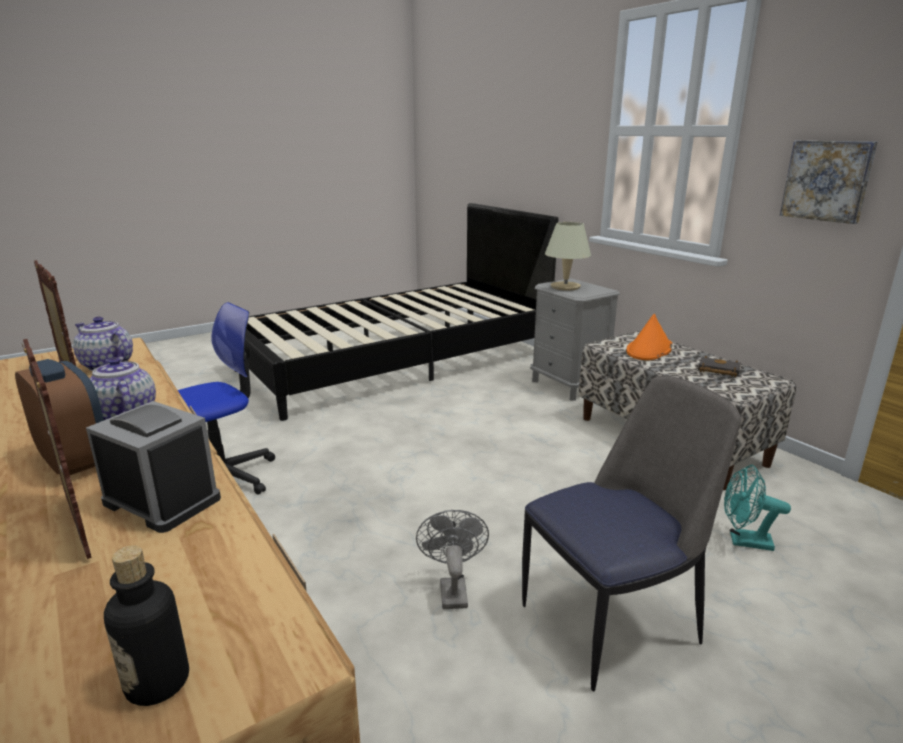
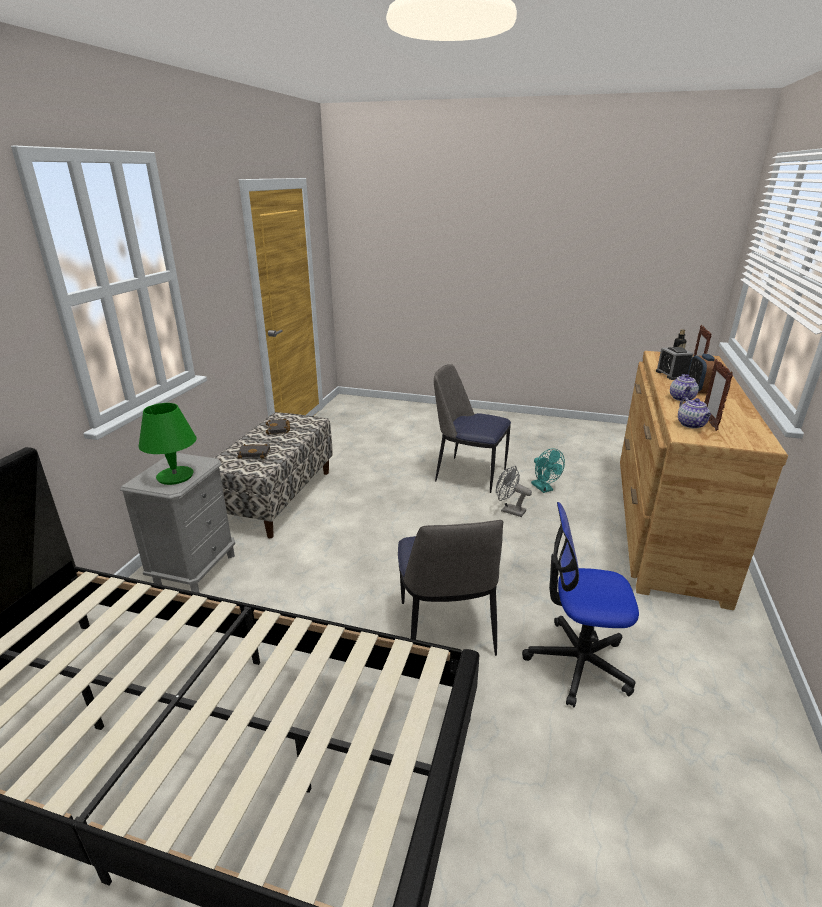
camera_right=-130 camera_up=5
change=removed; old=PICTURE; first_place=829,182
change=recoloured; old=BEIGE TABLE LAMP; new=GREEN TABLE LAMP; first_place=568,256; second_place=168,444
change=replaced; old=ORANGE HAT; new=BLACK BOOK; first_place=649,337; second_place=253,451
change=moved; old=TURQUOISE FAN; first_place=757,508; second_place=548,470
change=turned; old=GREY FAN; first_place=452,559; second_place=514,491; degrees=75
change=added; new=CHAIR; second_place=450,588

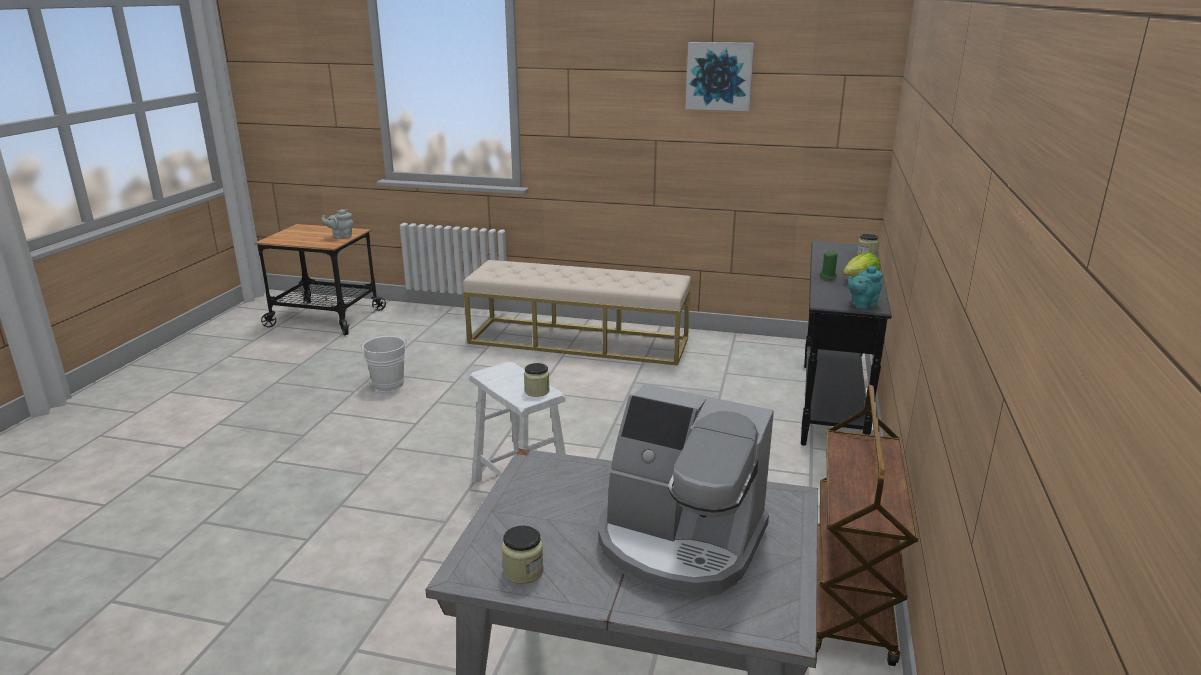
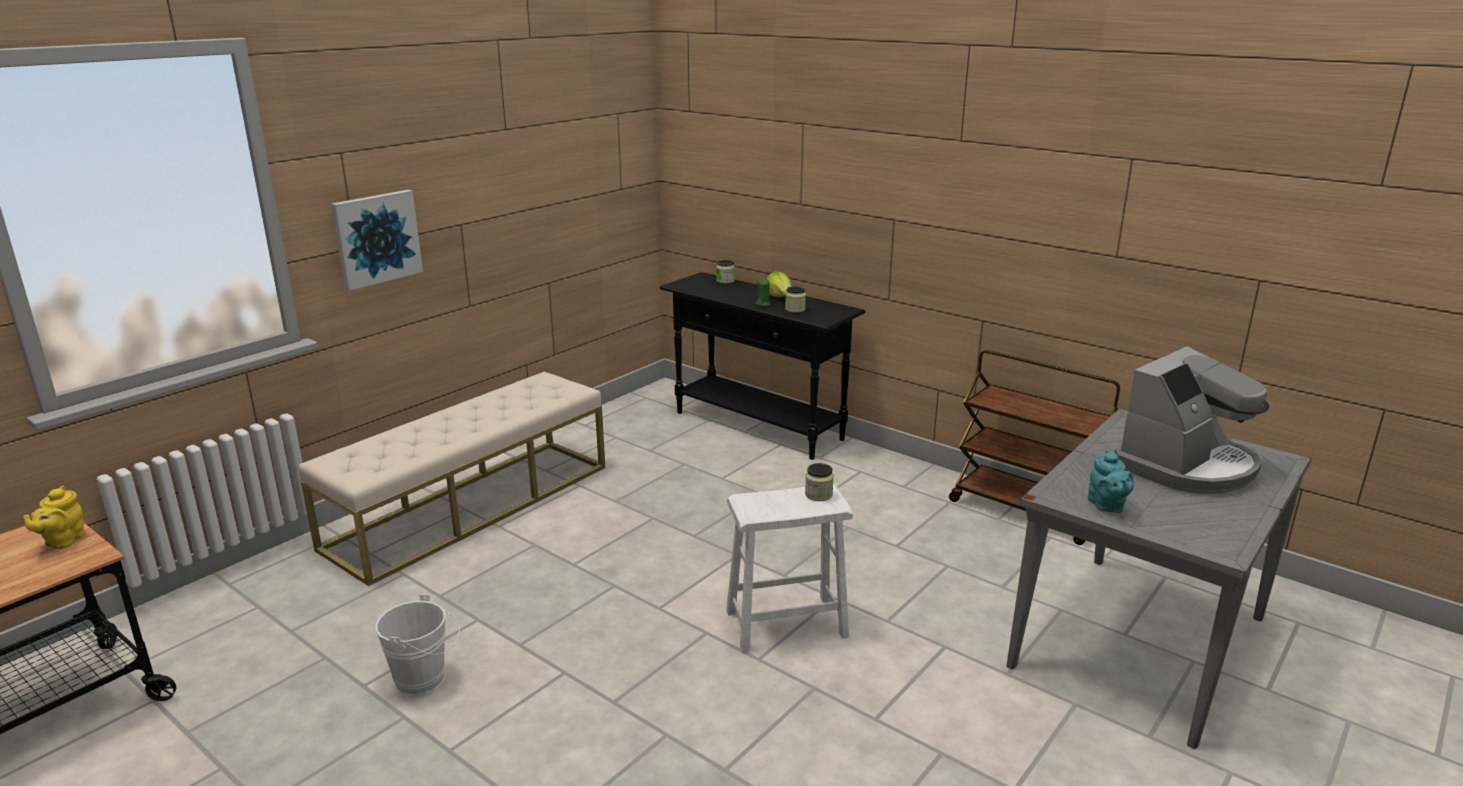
camera_right=-65 camera_up=0
change=moved; old=PICTURE; first_place=720,76; second_place=377,240
change=recoloured; old=GREY TEAPOT; new=YELLOW TEAPOT; first_place=337,224; second_place=54,517
change=moved; old=TURQUOISE TEAPOT; first_place=865,287; second_place=1111,481
change=moved; old=JAR; first_place=523,555; second_place=795,299

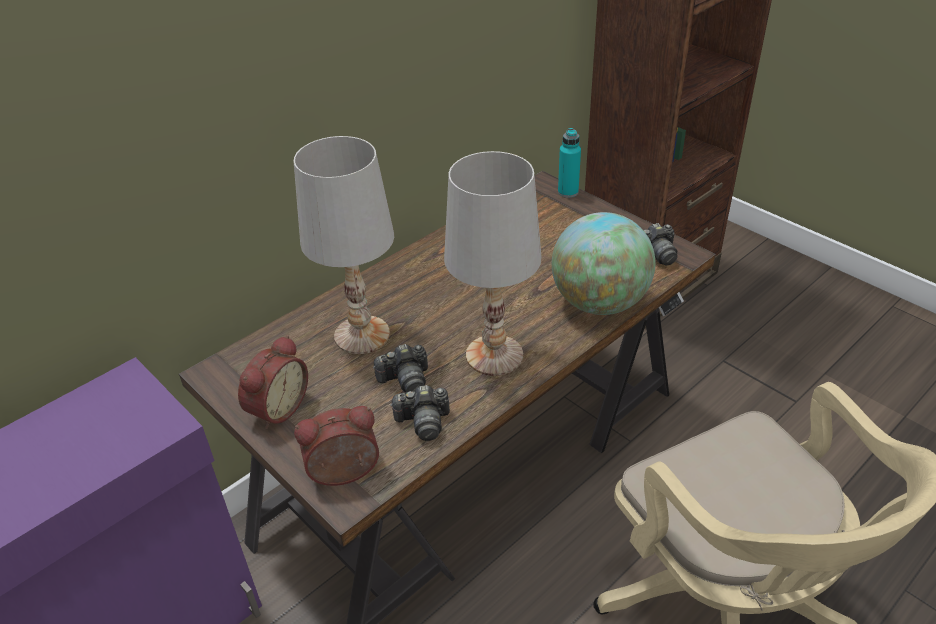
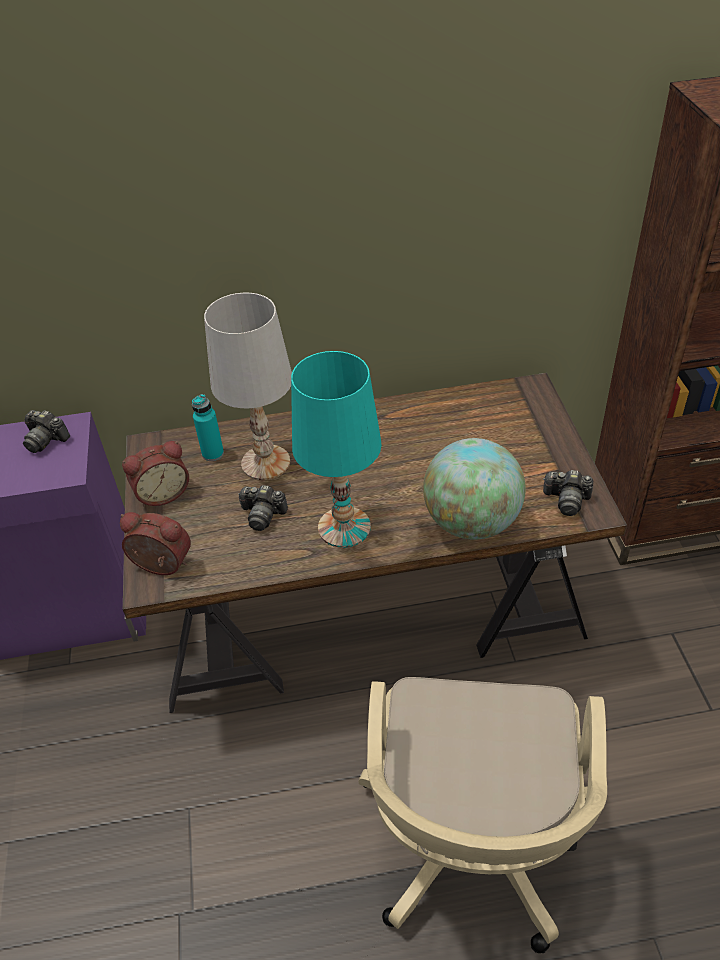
camera_right=35 camera_up=5
change=moved; old=TURQUOISE BOTTLE; first_place=569,163; second_place=208,427
change=recoloured; old=WHITE TABLE LAMP; new=TURQUOISE TABLE LAMP; first_place=493,263; second_place=336,449
change=moved; old=PHOTO CAMERA; first_place=420,413; second_place=46,431

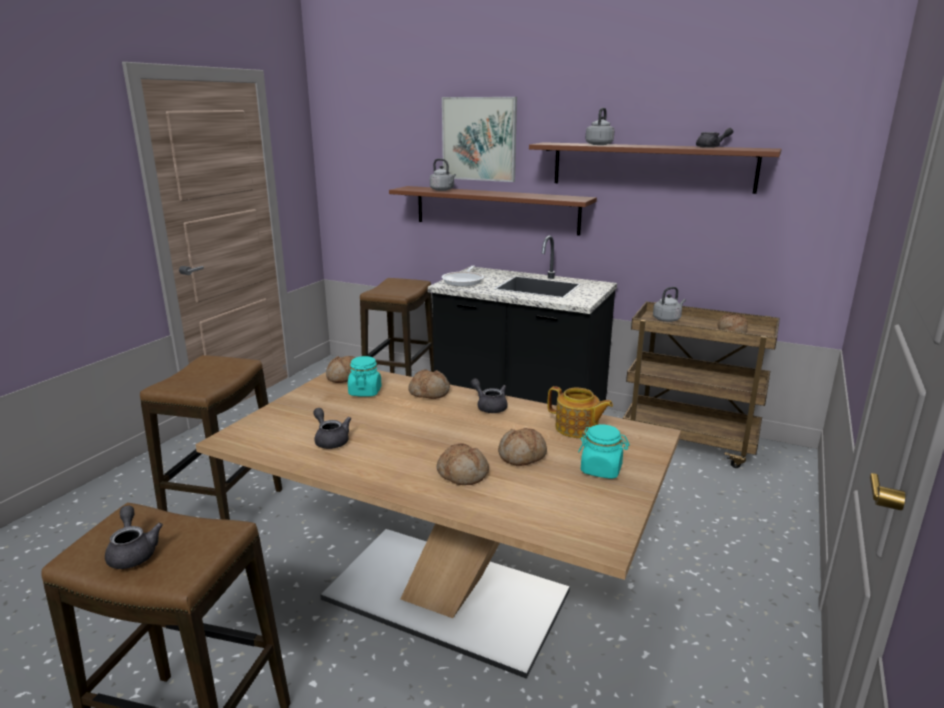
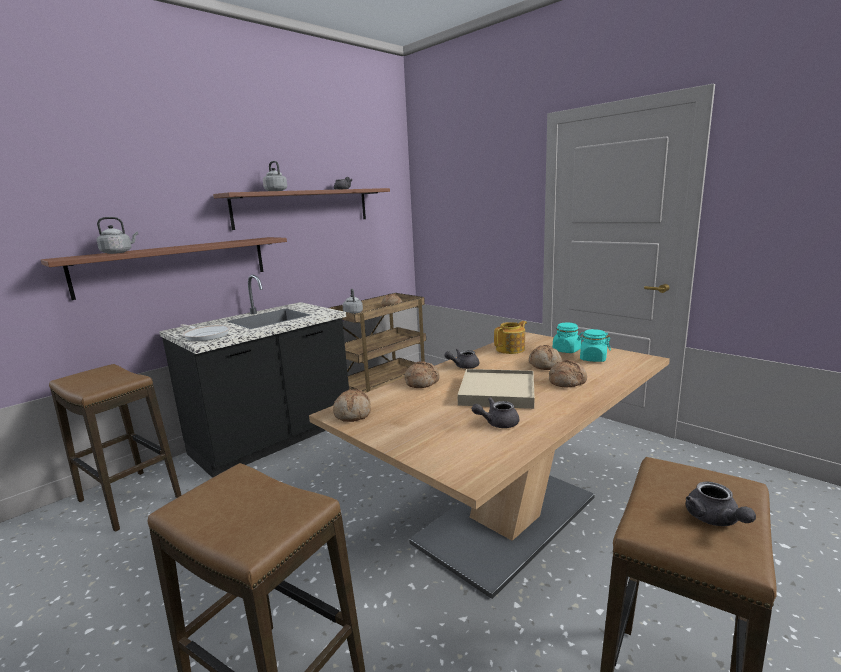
camera_right=-70 camera_up=-5
change=removed; old=PICTURE; first_place=479,139
change=moved; old=TURQUOISE JAR; first_place=365,376; second_place=594,345
change=turned; old=GREY TEAPOT; first_place=134,537; second_place=721,504; degrees=-90
change=added; new=BEIGE TRAY; second_place=496,389

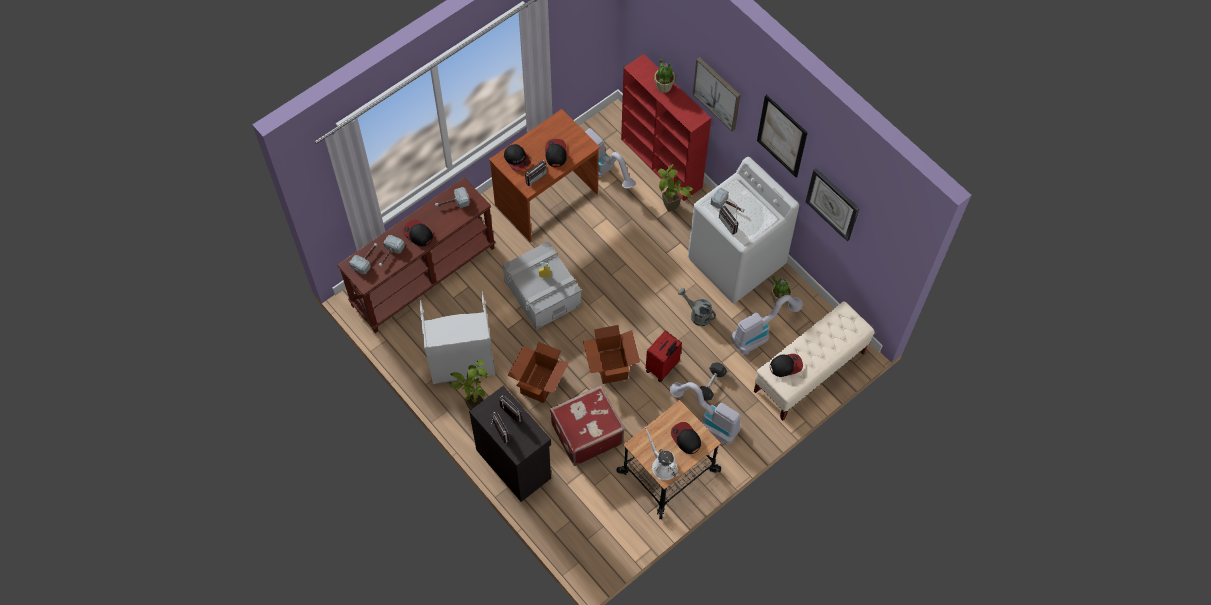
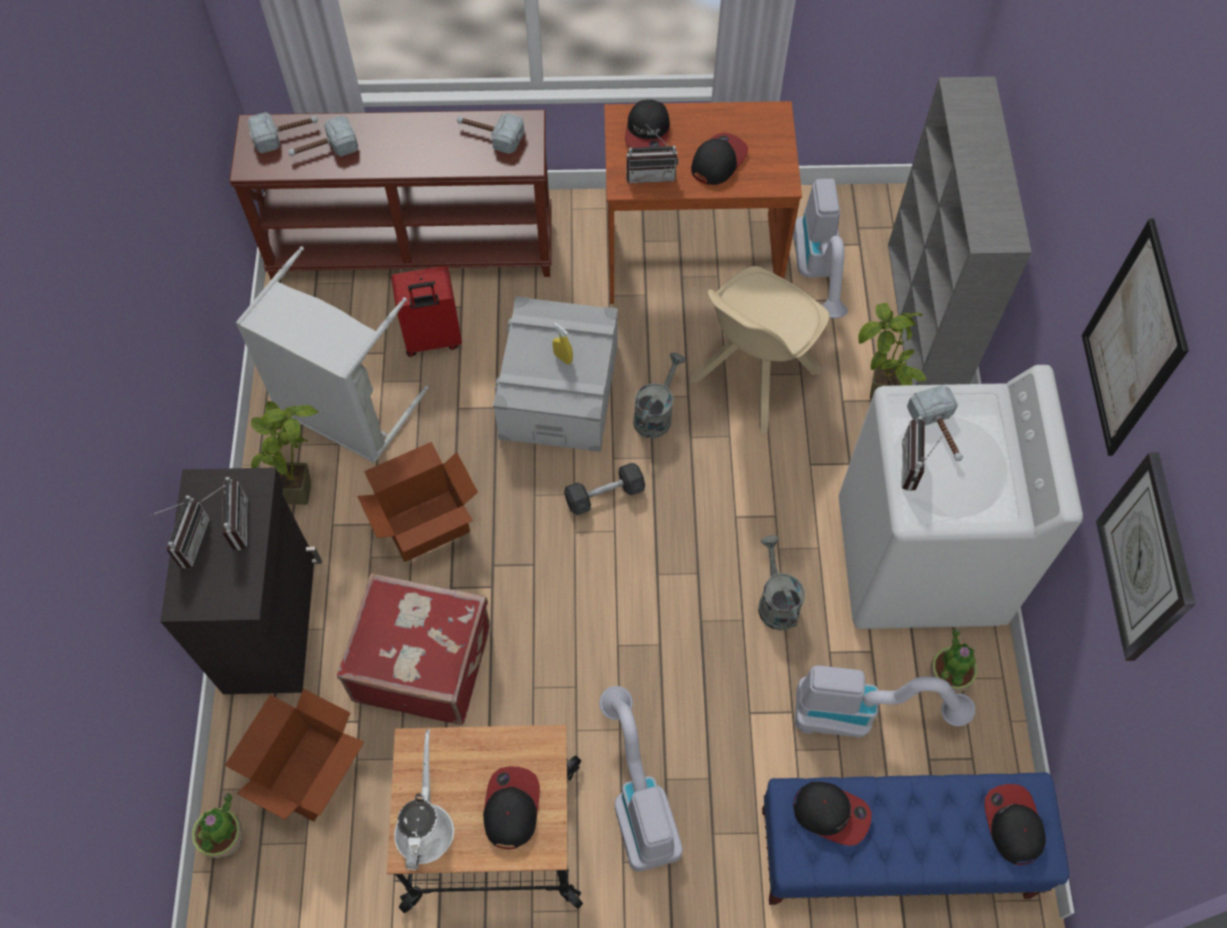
camera_right=40 camera_up=0
change=recoloured; old=RED BOOKCASE; new=GREY BOOKCASE; first_place=666,127; second_place=960,231
change=removed; old=PICTURE; first_place=716,94
change=moved; old=POTTED PLANT; first_place=664,76; second_place=217,825
change=moved; old=CAP; first_place=418,233; second_place=1015,824
change=recoloured; old=BEIGE BENCH; new=BLUE BENCH; first_place=814,361; second_place=915,838
change=moved; old=CARDBOARD BOX; first_place=611,354; second_place=294,755
change=moved; old=RED SUITCASE; first_place=664,356; second_place=426,311
change=moved; old=GREY DUMBBELL; first_place=713,381; second_place=604,489
change=added; new=BEIGE CHAIR; second_place=760,349
change=added; new=GREY WATERING CAN; second_place=659,395

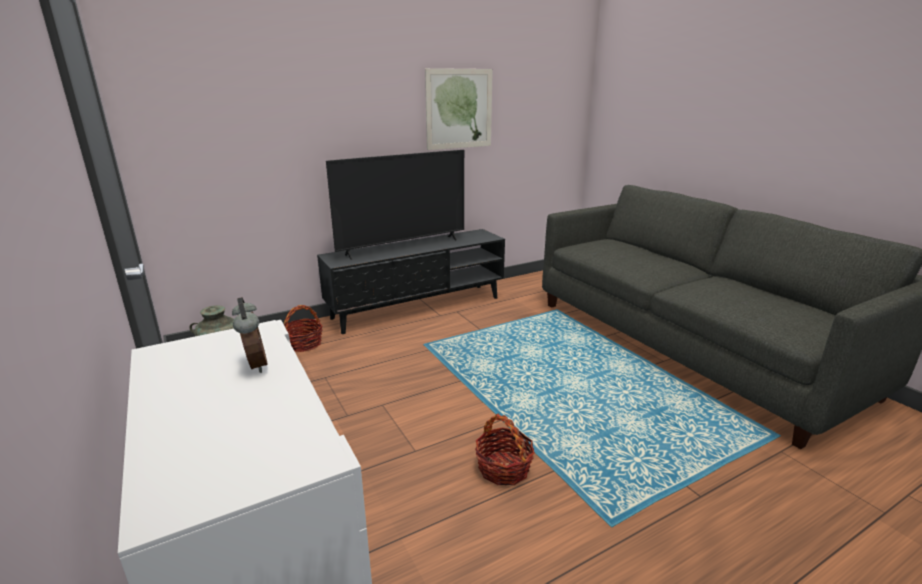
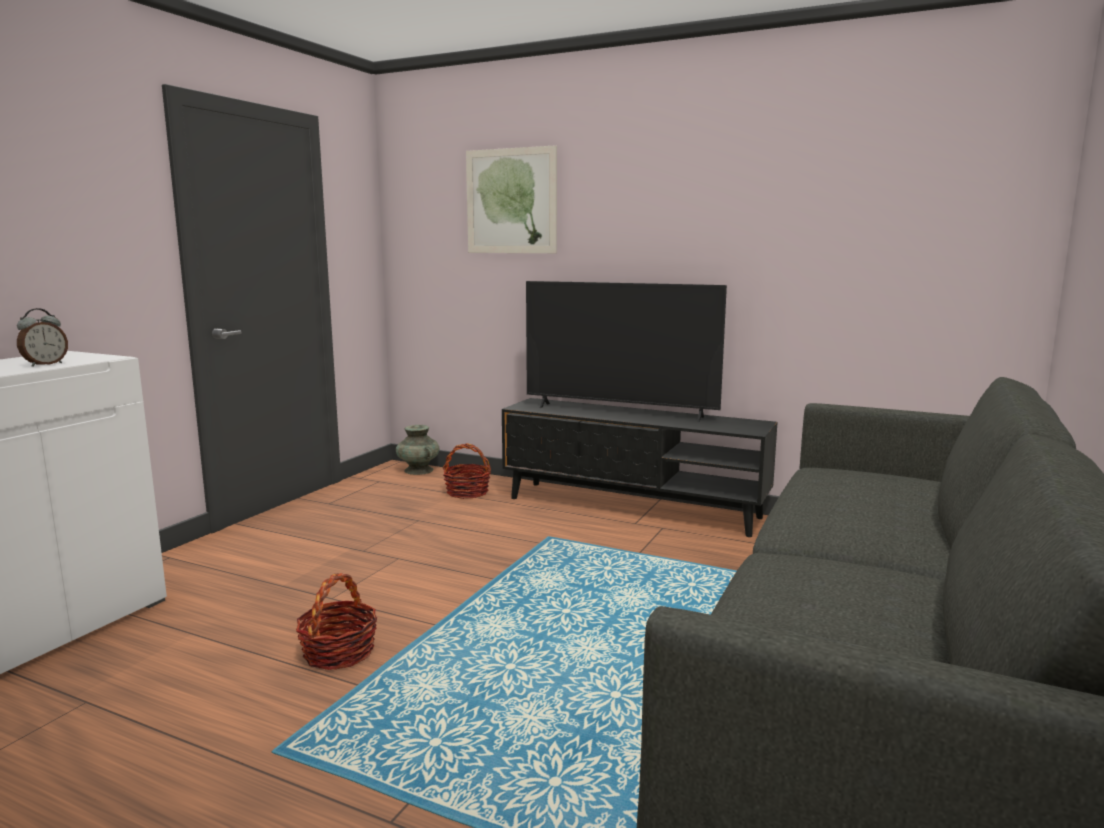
camera_right=55 camera_up=-10
change=moved; old=PICTURE; first_place=459,109; second_place=511,199

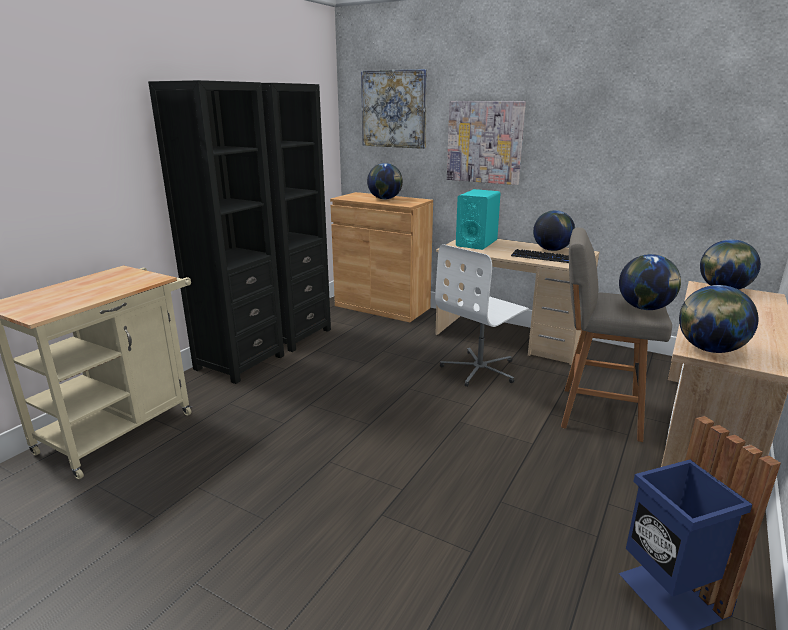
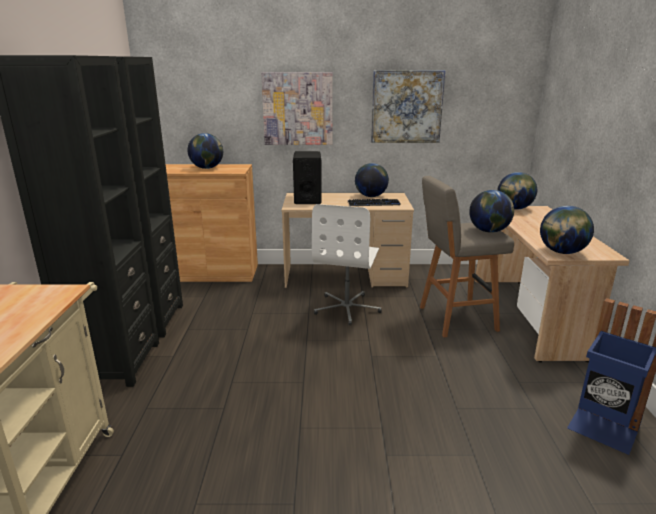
camera_right=-30 camera_up=0
change=moved; old=PICTURE; first_place=394,109; second_place=408,106
change=recoloured; old=TURQUOISE SPEAKER; new=BLACK SPEAKER; first_place=478,219; second_place=307,177

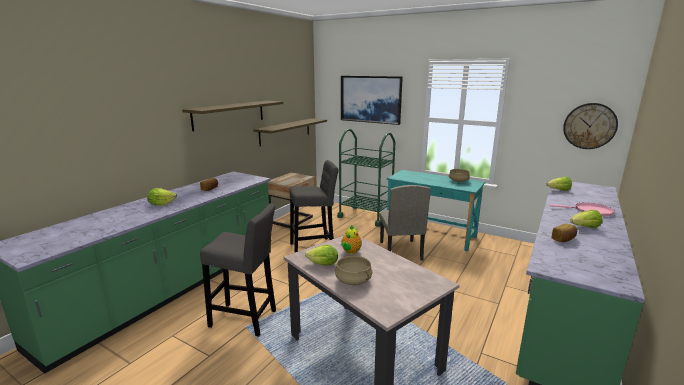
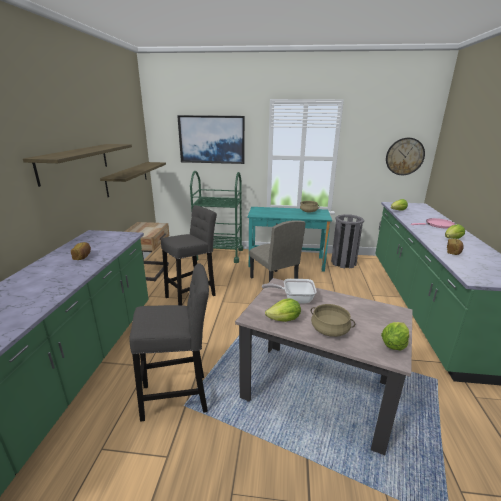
camera_right=-25 camera_up=5
change=moved; old=LETTUCE; first_place=162,197; second_place=395,336
change=replaced; old=TEAPOT; new=FRYING PAN; first_place=351,239; second_place=289,291
change=added; new=GREY TRASH CAN; second_place=347,241

